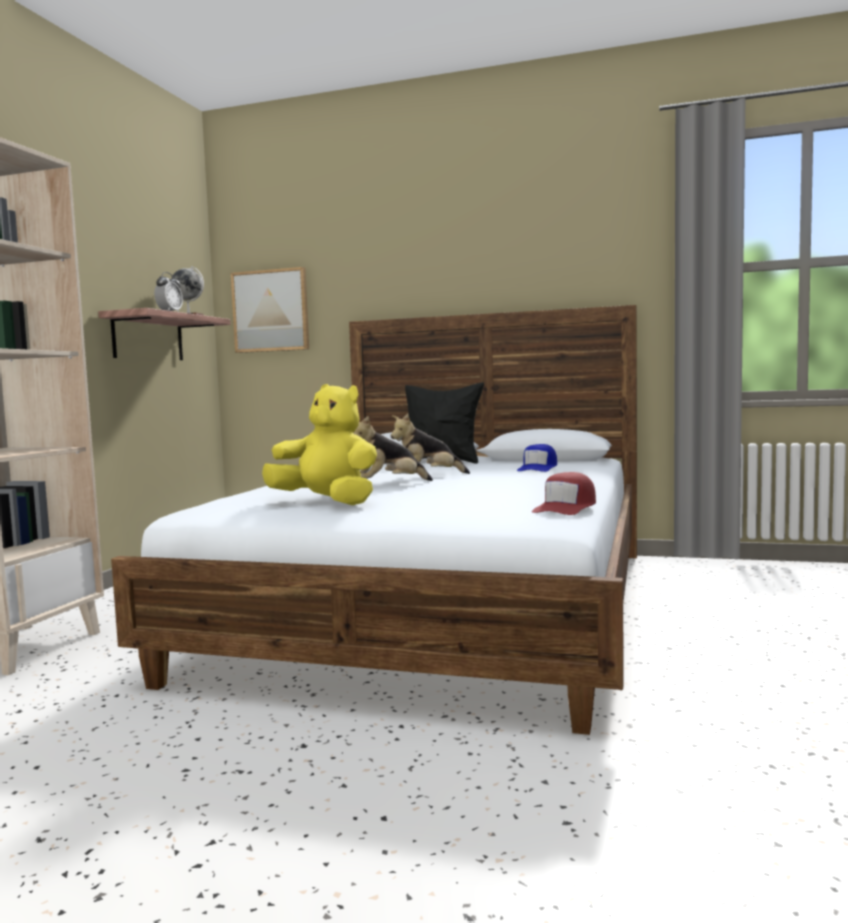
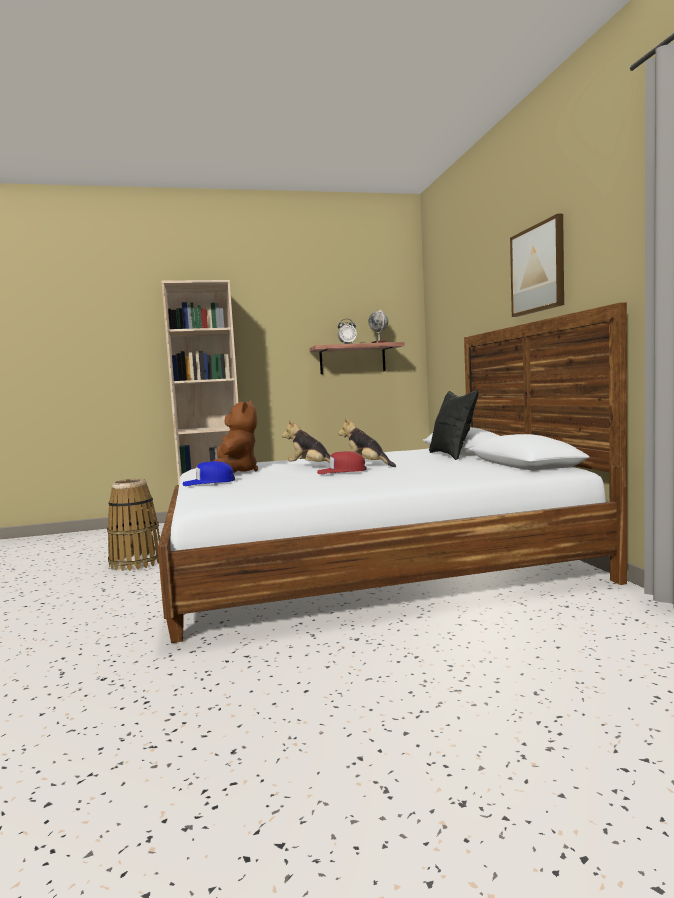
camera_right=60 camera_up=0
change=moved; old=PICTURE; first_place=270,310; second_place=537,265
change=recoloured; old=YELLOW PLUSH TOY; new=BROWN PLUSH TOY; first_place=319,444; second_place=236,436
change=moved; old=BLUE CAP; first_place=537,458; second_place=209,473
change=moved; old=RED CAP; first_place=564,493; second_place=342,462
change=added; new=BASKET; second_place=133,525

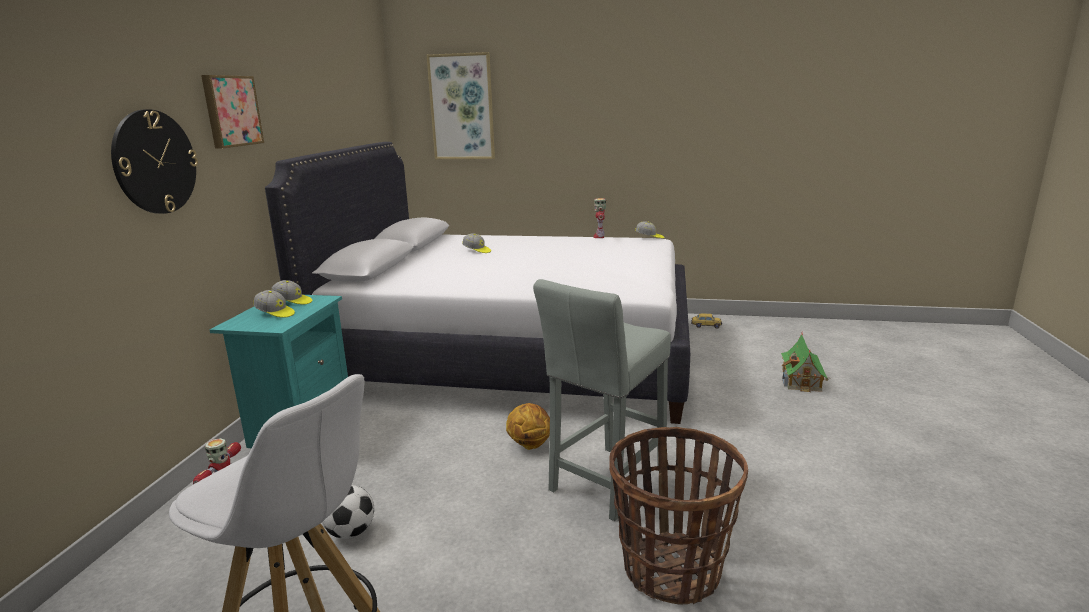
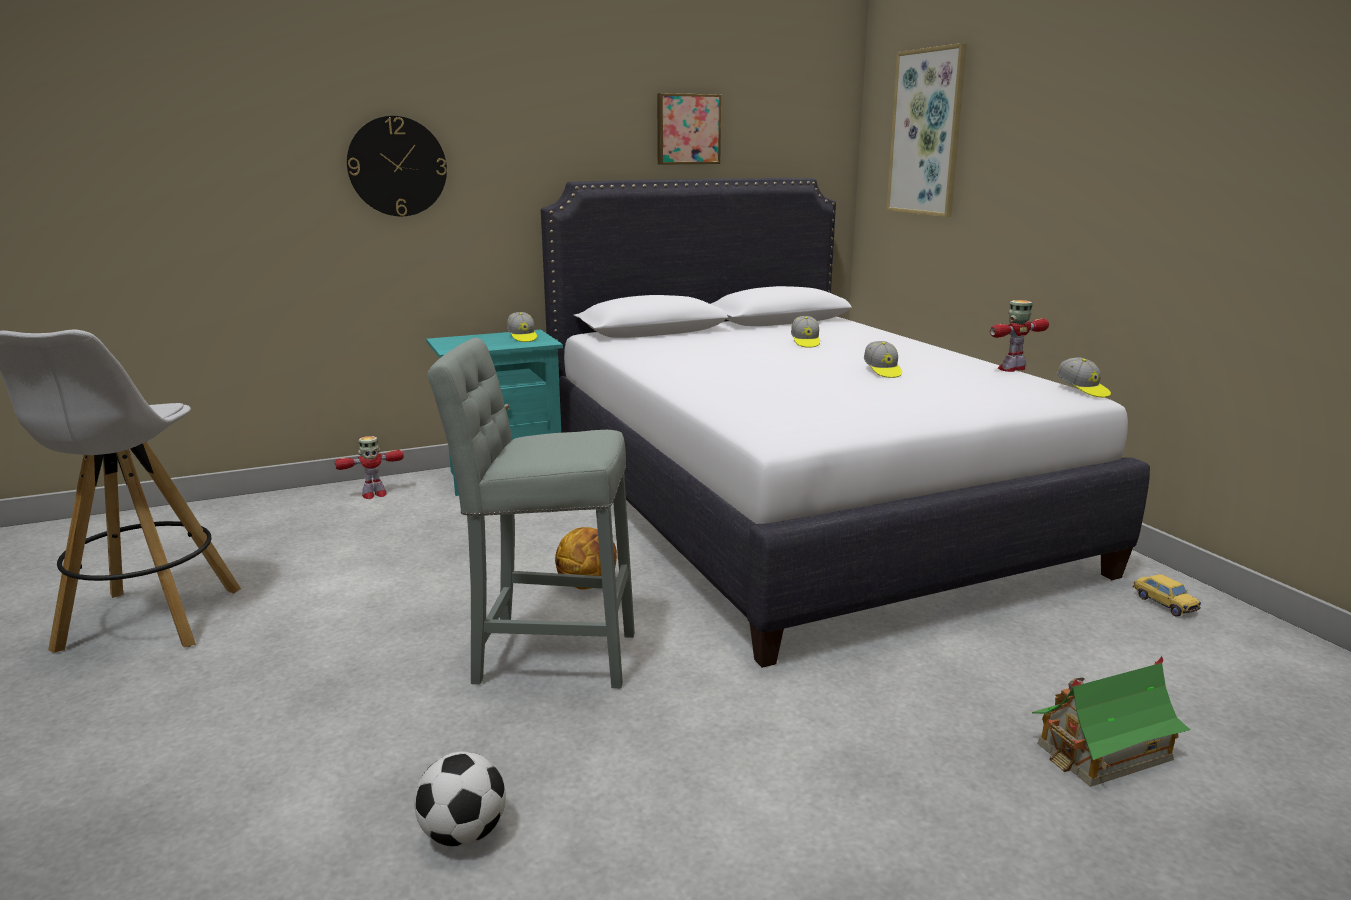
camera_right=55 camera_up=0
change=moved; old=PICTURE; first_place=232,112; second_place=689,129
change=moved; old=CAP; first_place=274,304; second_place=883,359
change=removed; old=BASKET; first_place=678,516
change=moved; old=FOOTBALL; first_place=348,512; second_place=460,799

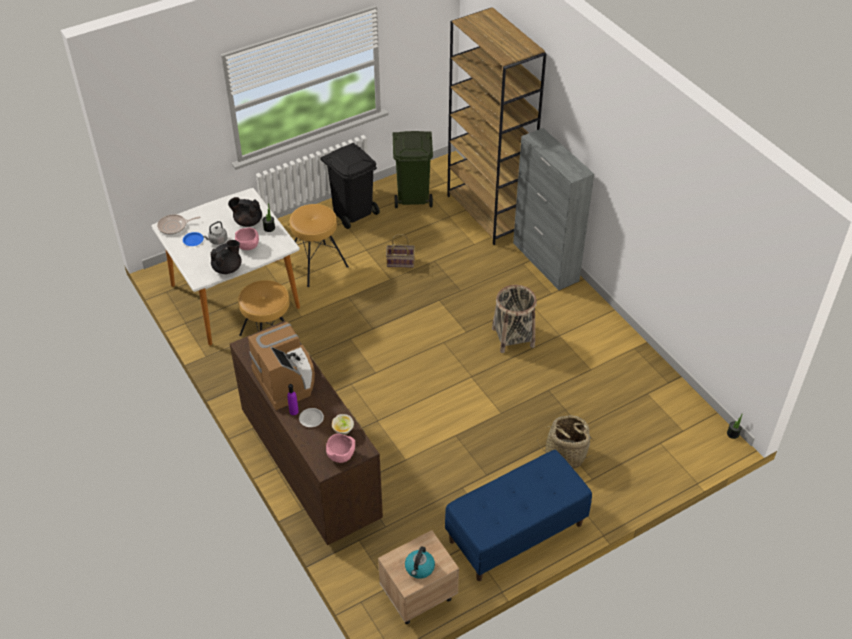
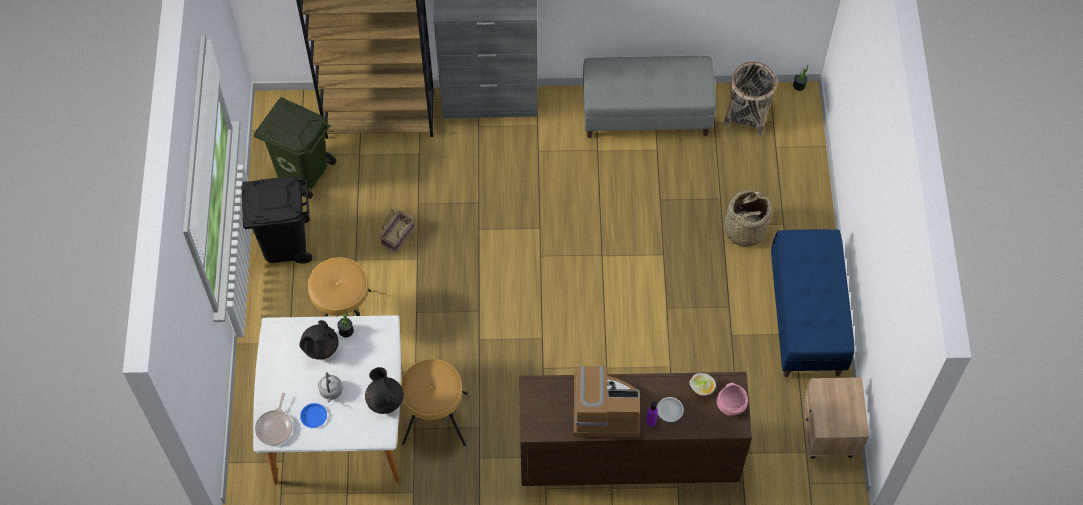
camera_right=-60 camera_up=15
change=removed; old=PINK BOWL; first_place=247,239
change=moved; old=BASKET; first_place=514,319; second_place=750,99
change=removed; old=KETTLE; first_place=420,562
change=added; new=GREY BENCH; second_place=649,97

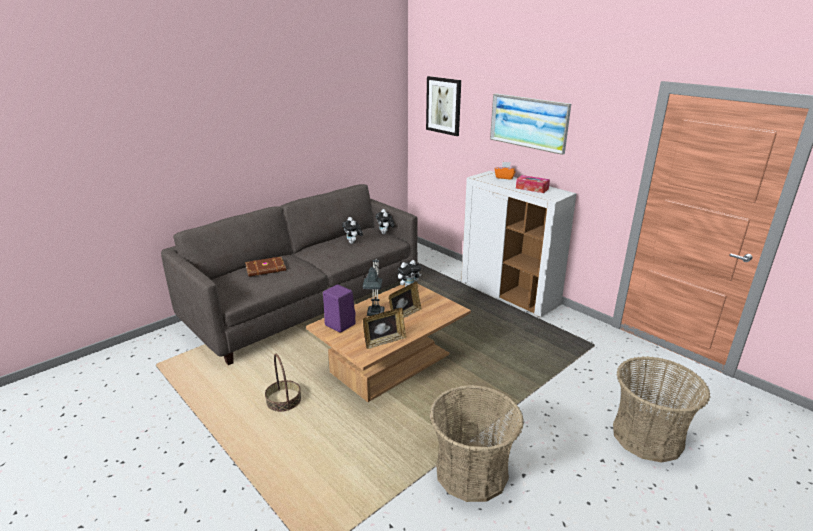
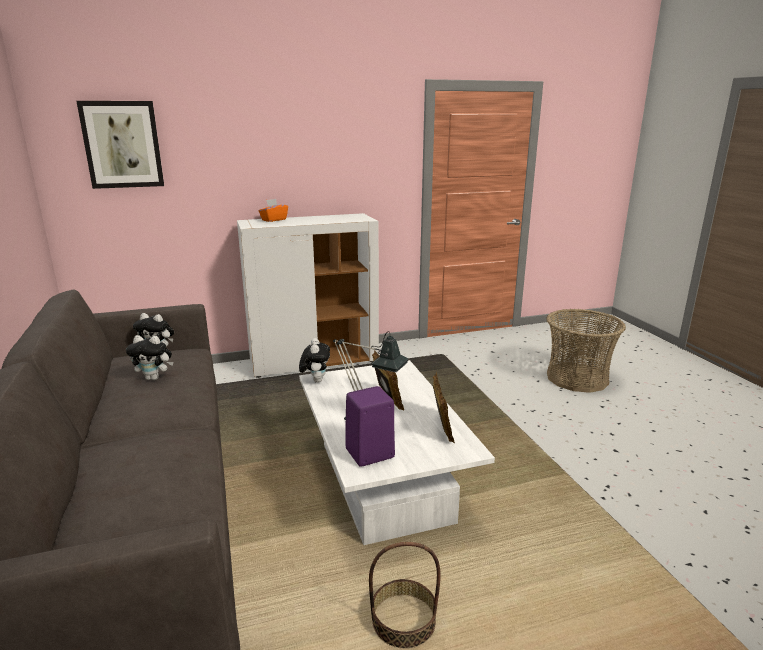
camera_right=-65 camera_up=-5
change=removed; old=PICTURE; first_place=530,124
change=removed; old=TISSUE BOX; first_place=533,184
change=removed; old=BROWN BOOK; first_place=265,267
change=recoloured; old=BROWN COFFEE TABLE; new=WHITE COFFEE TABLE; first_place=388,342; second_place=397,452
change=removed; old=BASKET; first_place=476,443

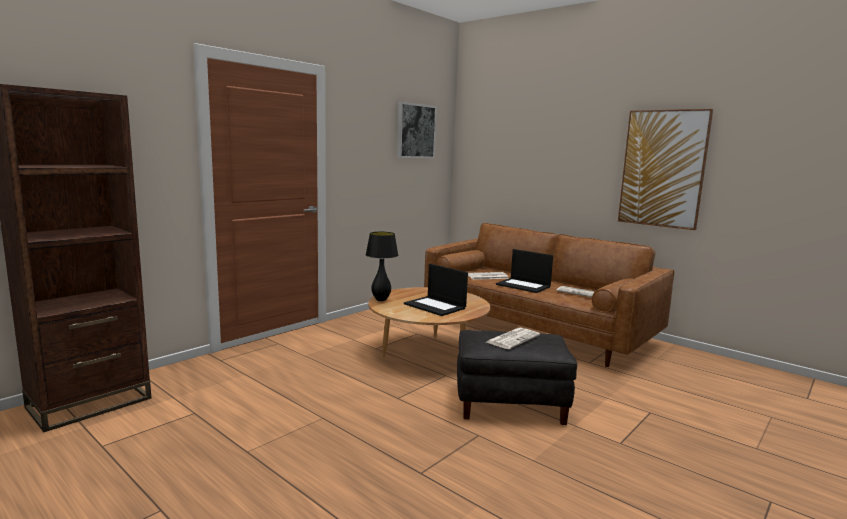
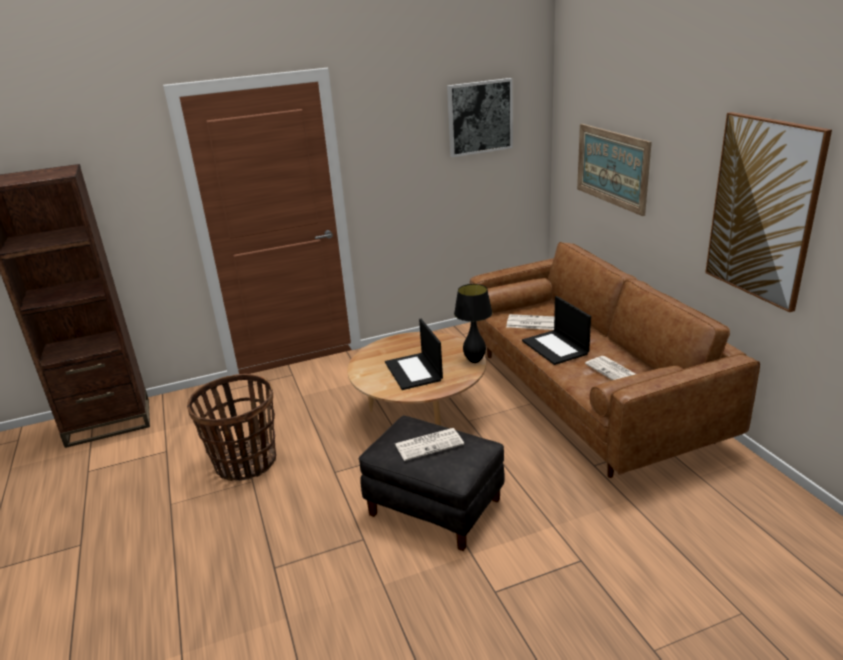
camera_right=30 camera_up=15
change=moved; old=BLACK TABLE LAMP; first_place=382,266; second_place=473,323
change=added; new=PICTURE; second_place=614,170
change=added; new=BASKET; second_place=231,427

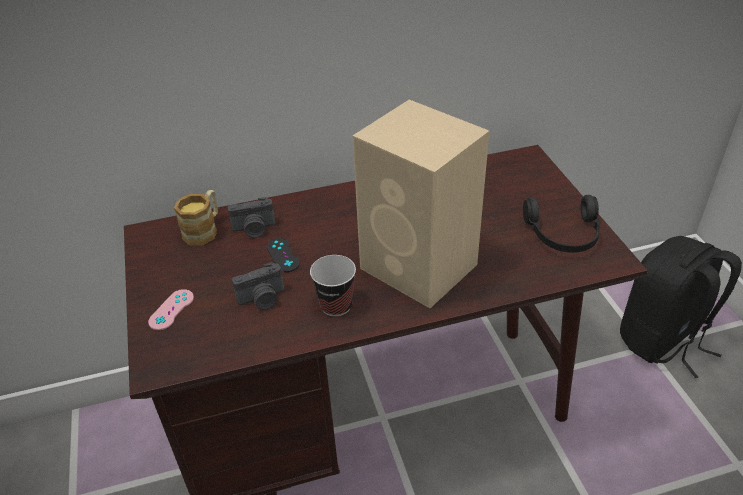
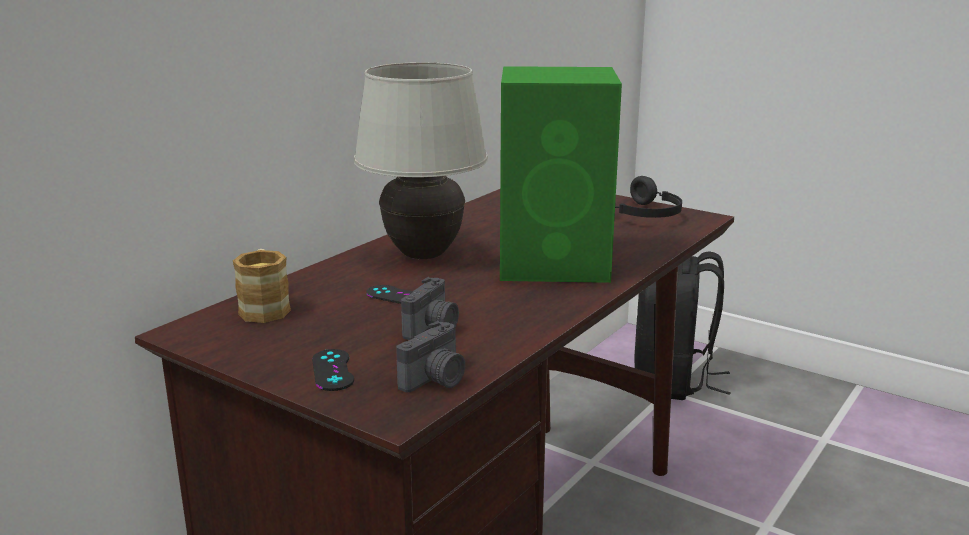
camera_right=-40 camera_up=-20
change=recoloured; old=BEIGE SPEAKER; new=GREEN SPEAKER; first_place=421,204; second_place=561,174
change=moved; old=PHOTO CAMERA; first_place=252,217; second_place=431,356
change=removed; old=CUP; first_place=333,286
change=recoloured; old=PINK GAME CONTROLLER; new=BLACK GAME CONTROLLER; first_place=171,309; second_place=333,370
change=added; new=WHITE TABLE LAMP; second_place=421,160

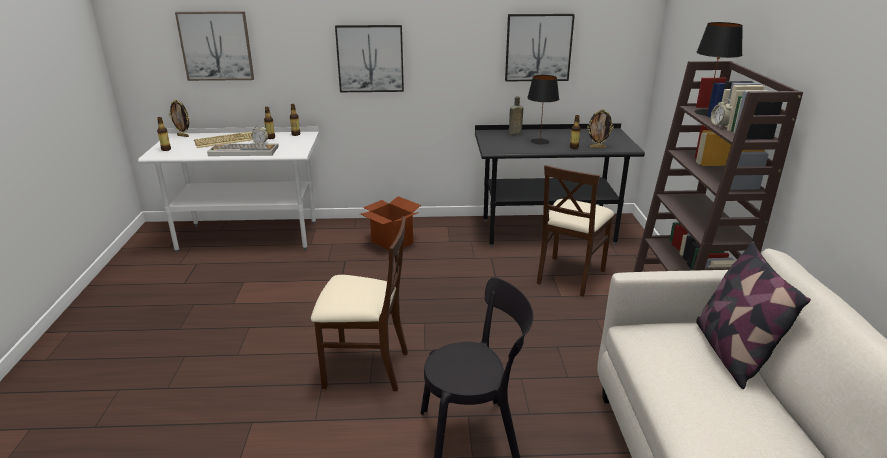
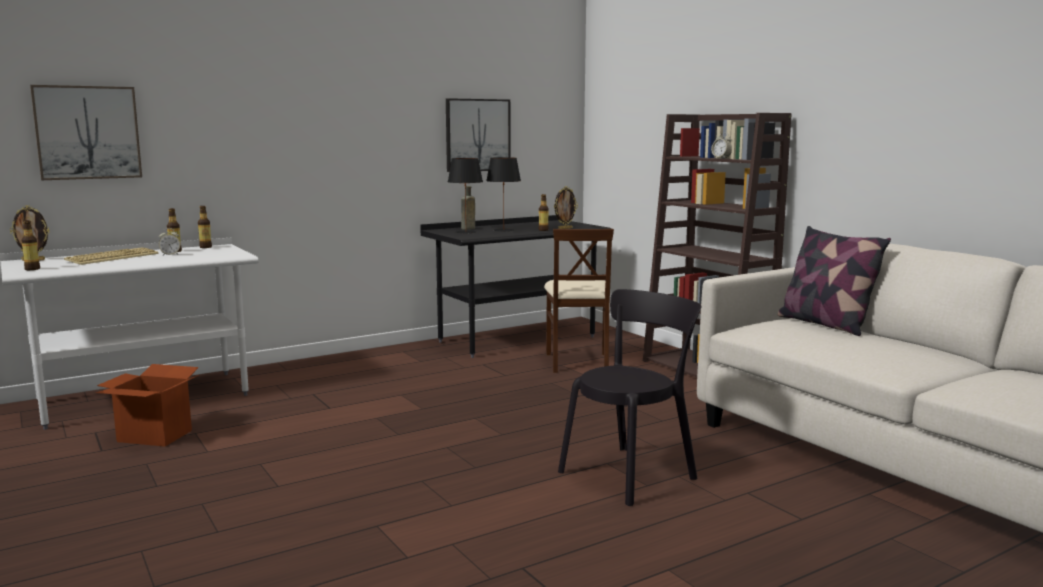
camera_right=-30 camera_up=-15
change=moved; old=BLACK TABLE LAMP; first_place=719,69; second_place=465,195
change=removed; old=PICTURE; first_place=369,58
change=removed; old=KEYBOARD; first_place=243,149
change=moved; old=CARDBOARD BOX; first_place=390,223; second_place=147,405
change=removed; old=BEIGE CHAIR; first_place=359,303

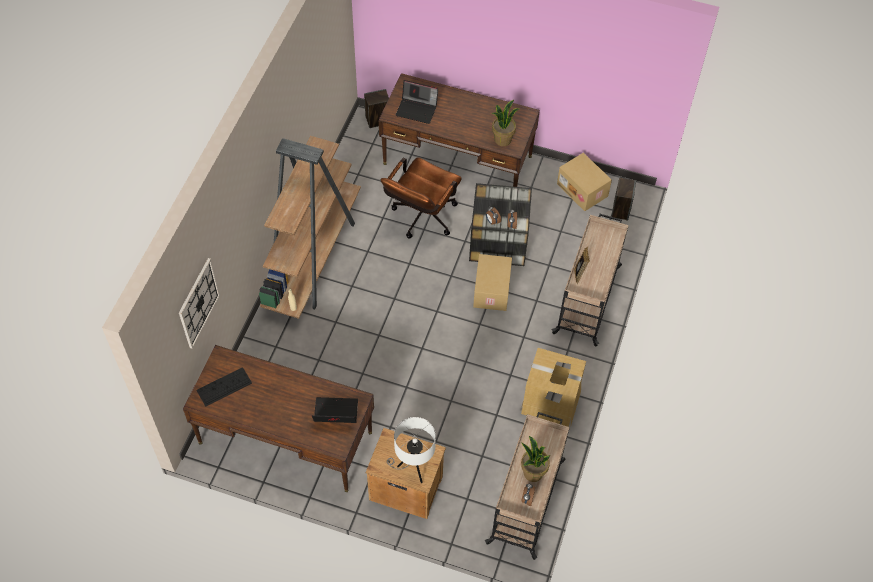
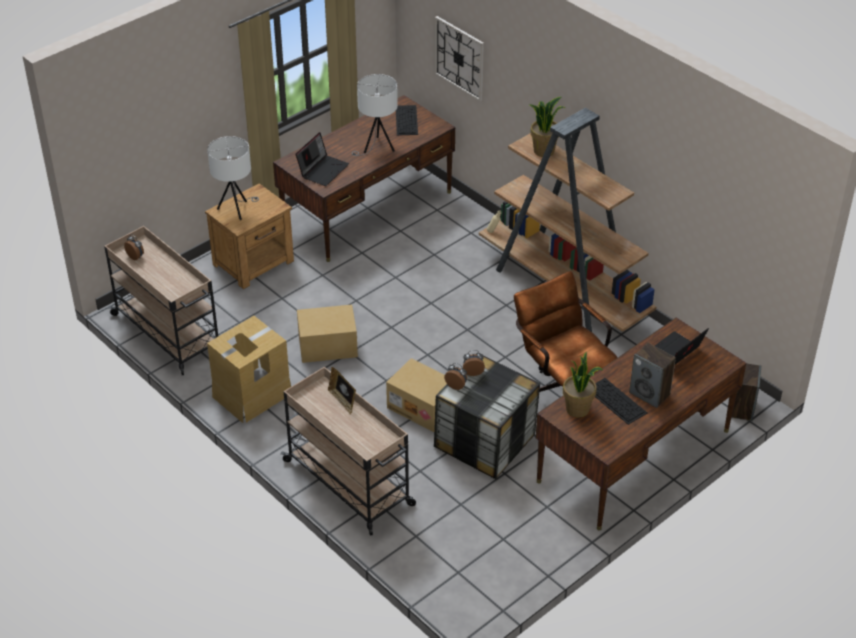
camera_right=120 camera_up=-15
change=moved; old=CARDBOARD BOX; first_place=584,182; second_place=327,334
change=moved; old=SPEAKER; first_place=624,199; second_place=652,375
change=moved; old=POTTED PLANT; first_place=535,459; second_place=547,127
change=added; new=WHITE TABLE LAMP; second_place=375,115
change=added; new=KEYBOARD; second_place=621,401

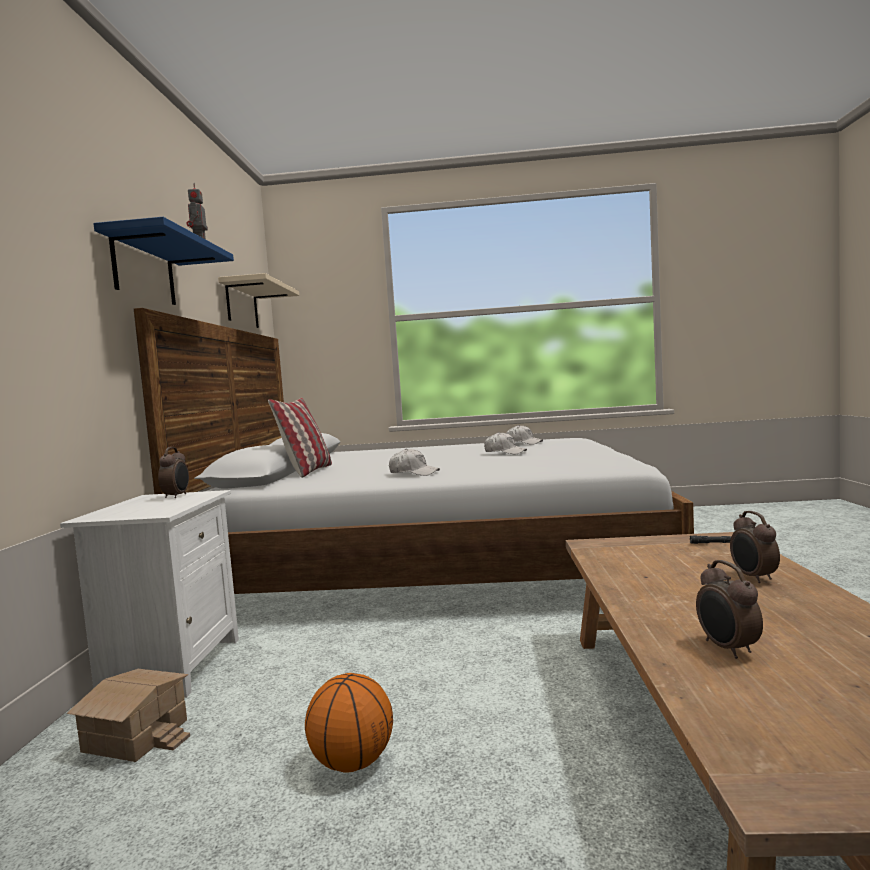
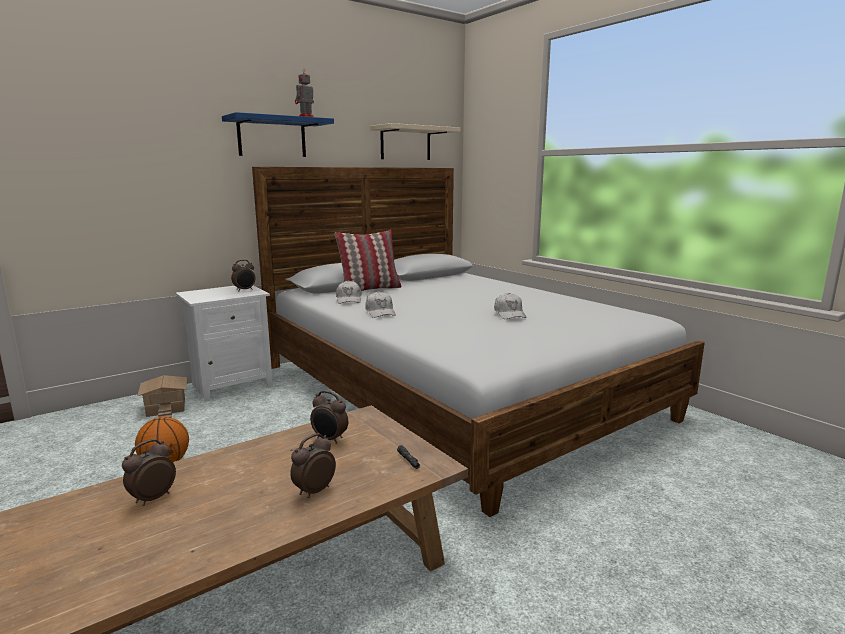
camera_right=50 camera_up=10
change=moved; old=WHITE CAP; first_place=524,435; second_place=348,292
change=added; new=ALARM CLOCK; second_place=329,417

